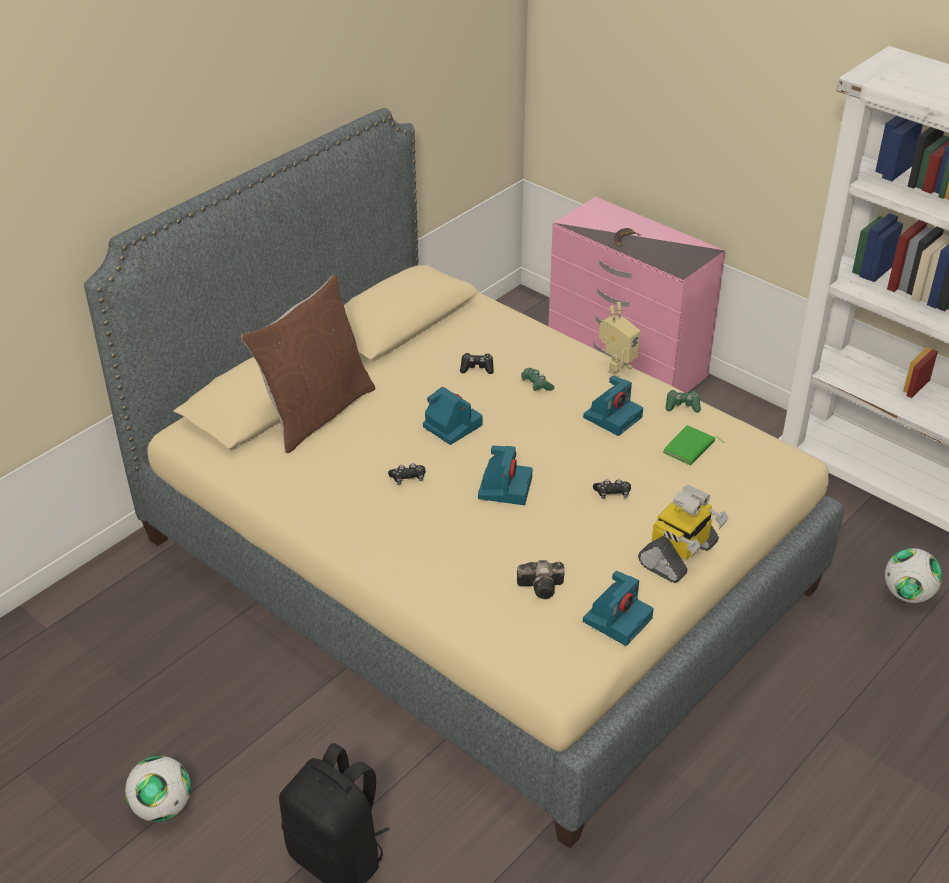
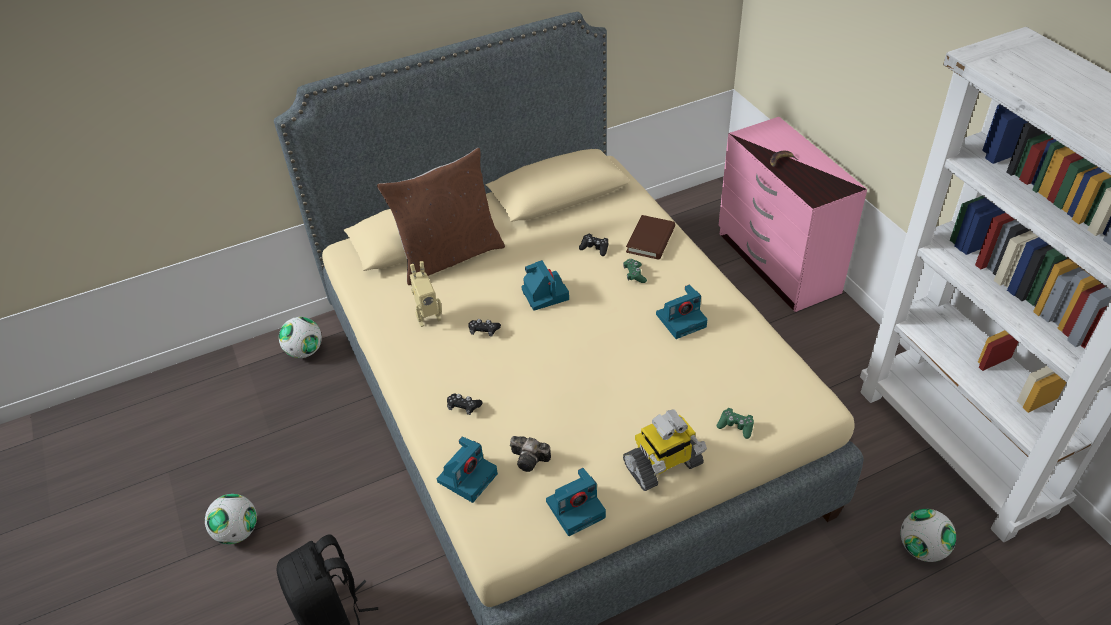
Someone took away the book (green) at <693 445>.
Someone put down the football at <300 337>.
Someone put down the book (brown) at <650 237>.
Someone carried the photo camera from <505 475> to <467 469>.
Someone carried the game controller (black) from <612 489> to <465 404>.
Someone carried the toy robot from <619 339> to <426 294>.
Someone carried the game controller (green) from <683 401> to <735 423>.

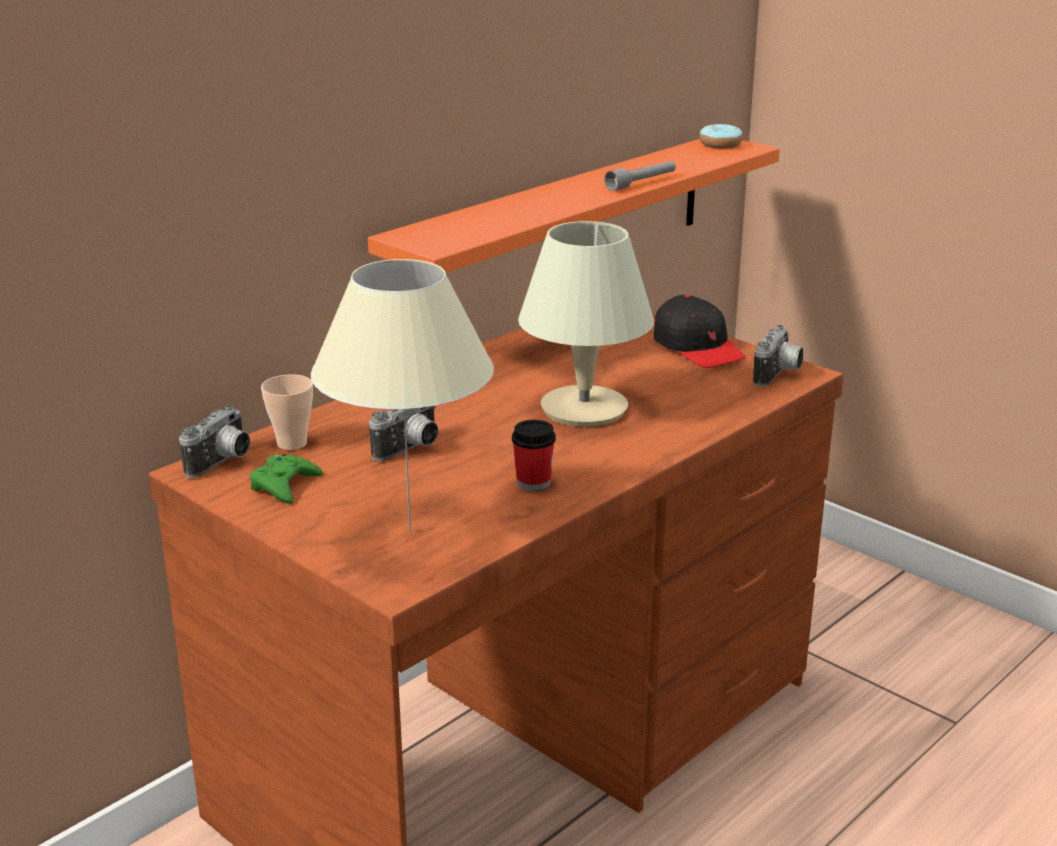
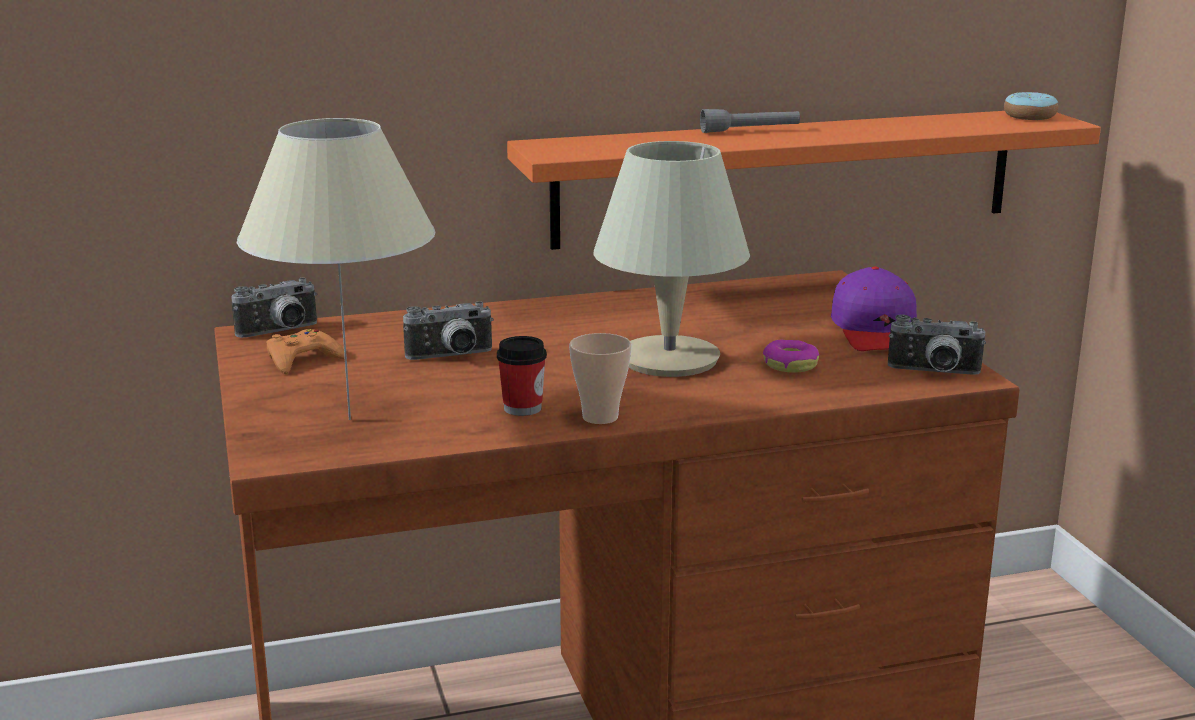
Someone put down the donut at <791 356>.
Someone carried the cup from <287 412> to <600 378>.
Someone carried the flashlight (grey) from <640 176> to <750 121>.
Someone repainted the game controller (green) at <286 478>, which became the game controller (orange) at <305 351>.
Someone repainted the cap (black) at <699 331>, which became the cap (purple) at <874 308>.
Someone rotated the photo camera at <778 356> by 45 degrees clockwise.

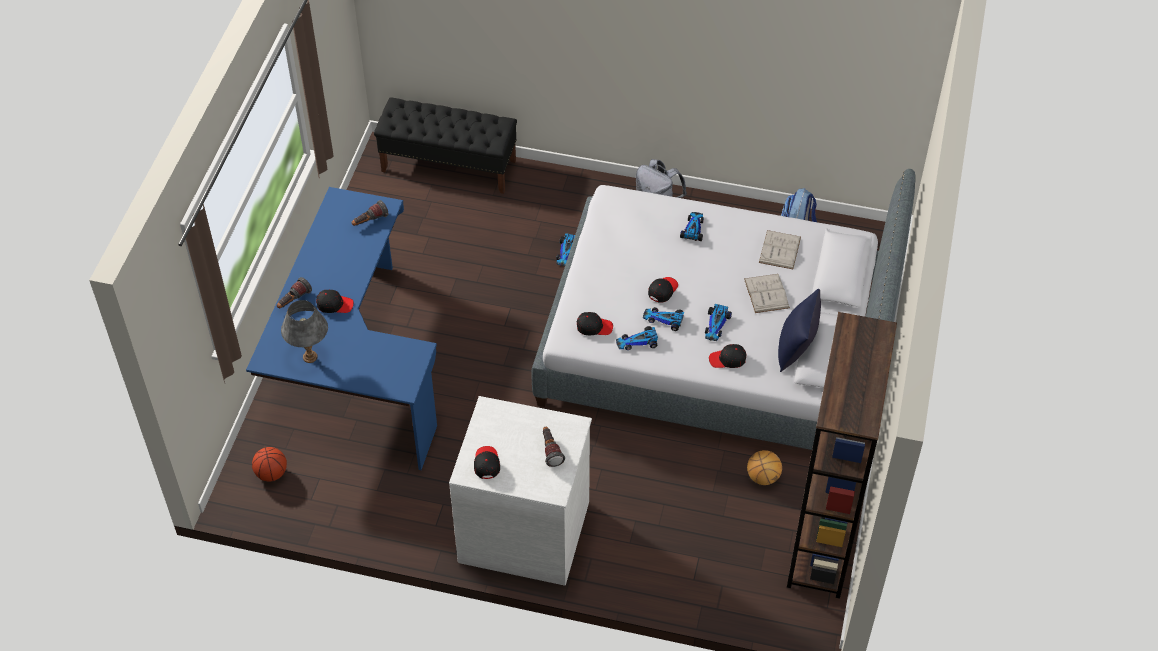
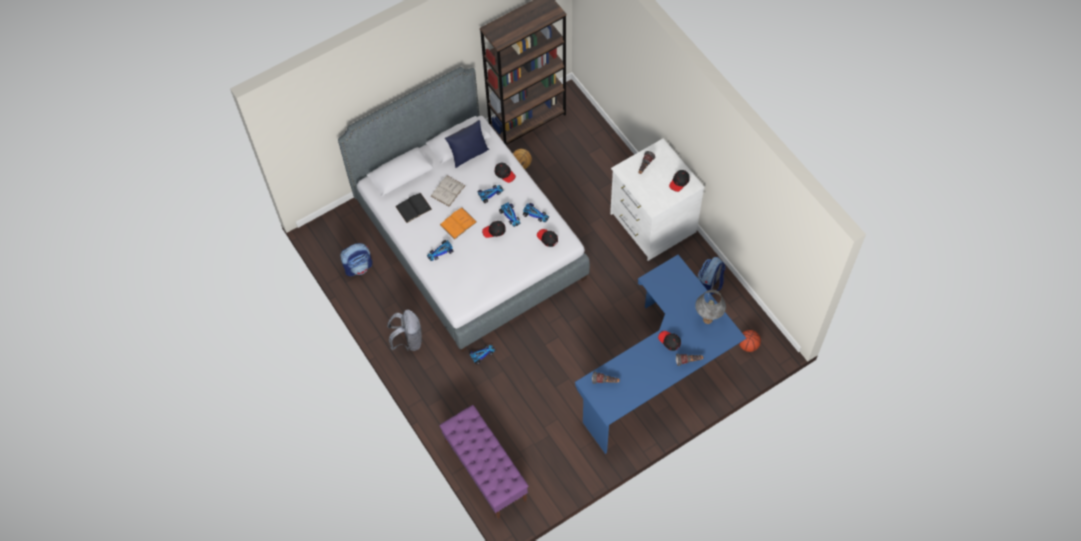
Someone put down the book (orange) at <458 223>.
Someone put down the backpack at <711 276>.
Someone repainted the bench (black) at <445 145>, which became the bench (purple) at <484 462>.
Someone repainted the book (white) at <780 249>, which became the book (black) at <413 208>.

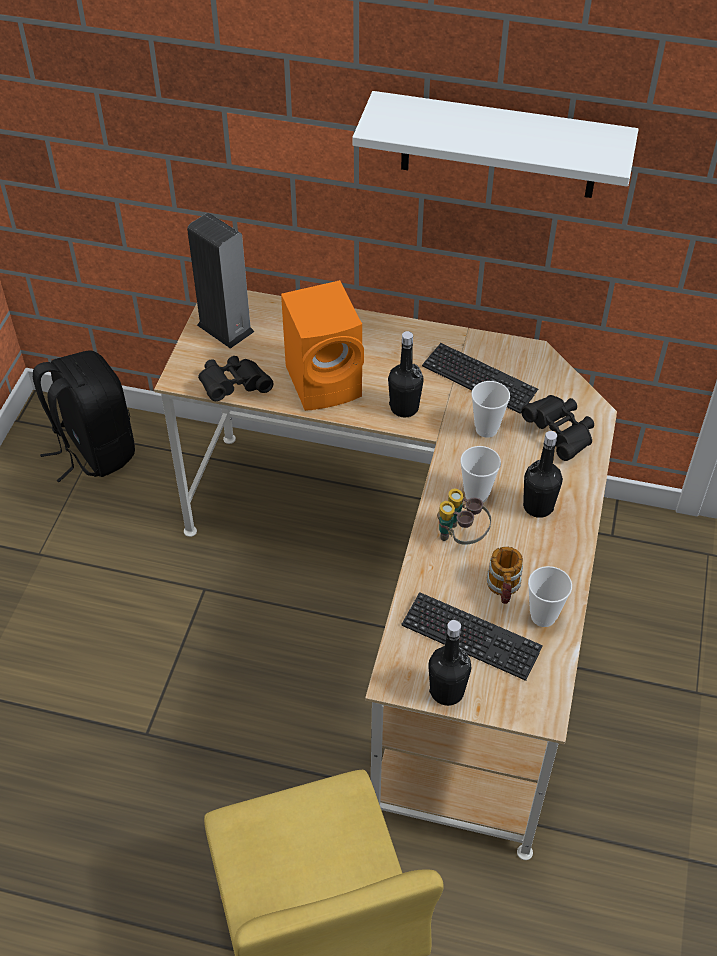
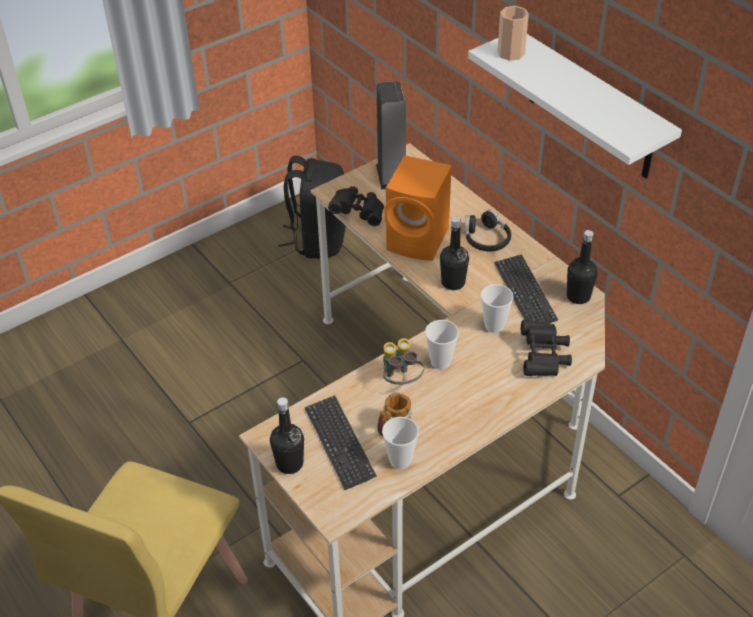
Someone put down the headphones (black) at <488 230>.
Someone put down the cup at <513 33>.
Someone carried the bottle (black) from <543 474> to <582 267>.

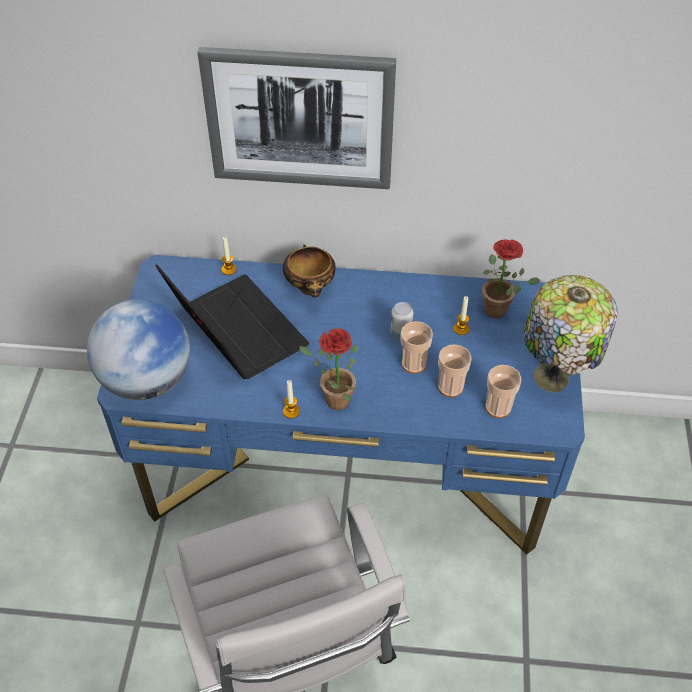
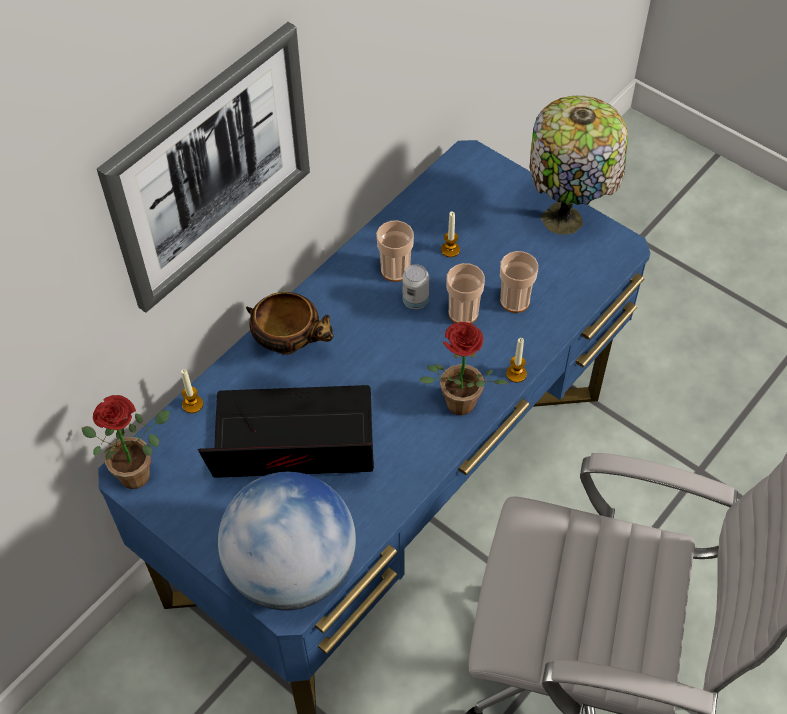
Someone carried the candle from <291 399> to <516 360>.
Someone carried the potted plant from <511 278> to <126 442>.
Someone carried the cup from <503 391> to <395 251>.

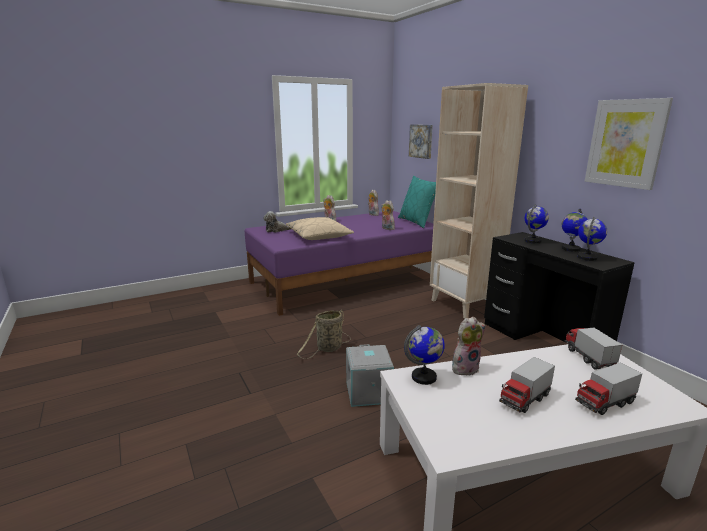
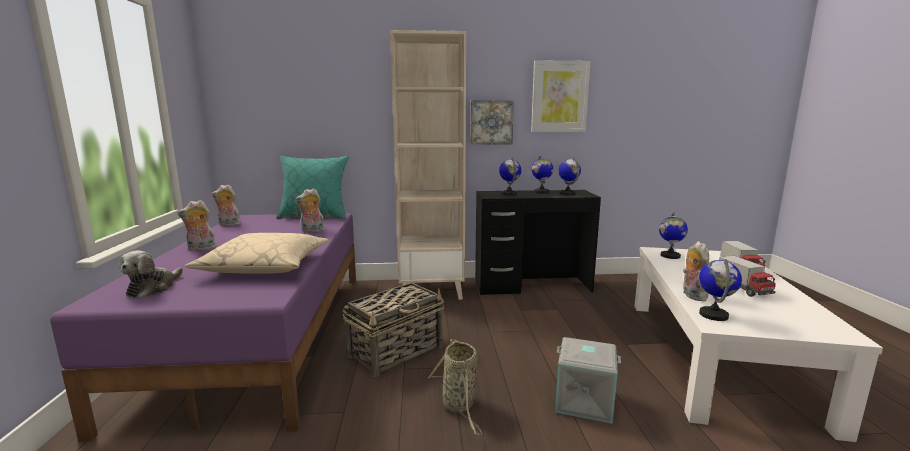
Someone put down the basket at <393 329>.
Someone carried the picture from <421 141> to <492 122>.
Someone swapped the toy truck at <593 348> for the globe at <673 235>.

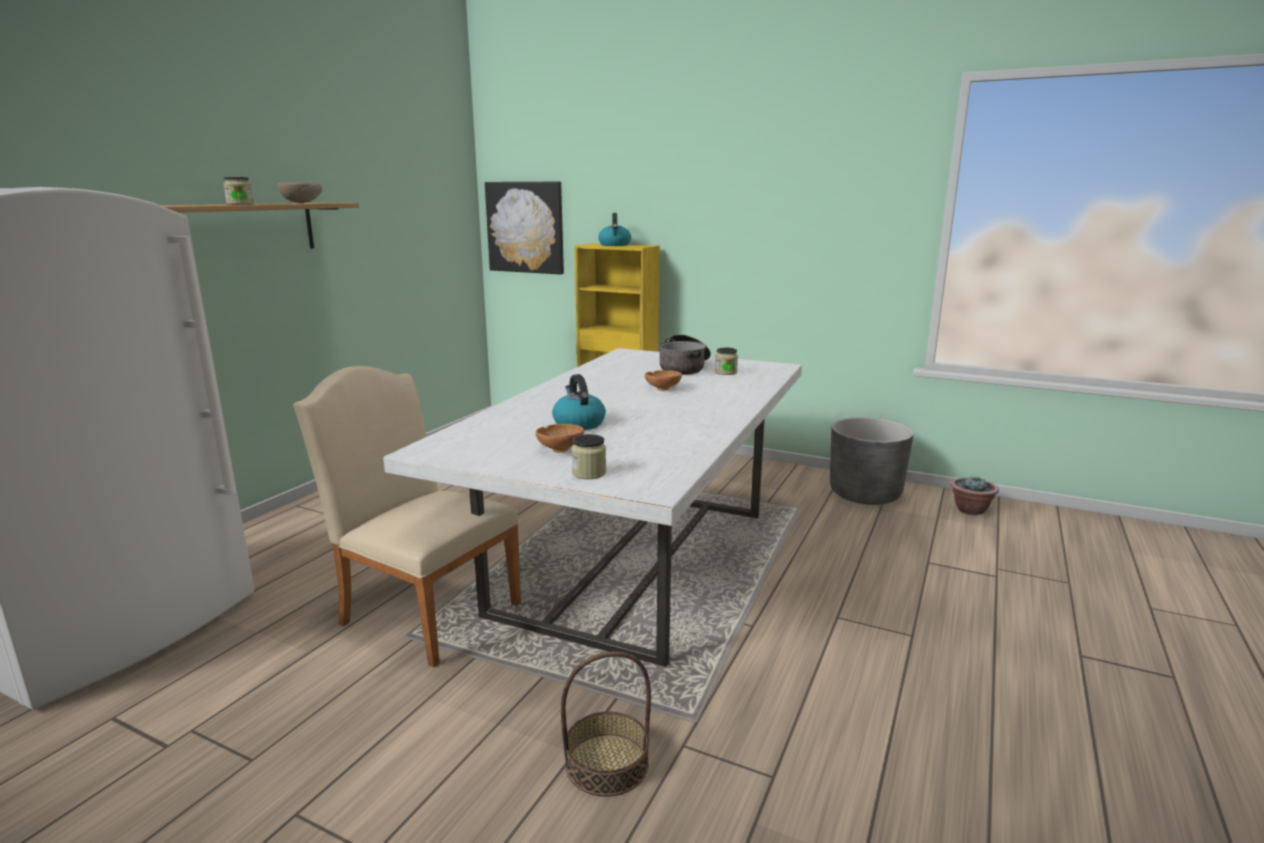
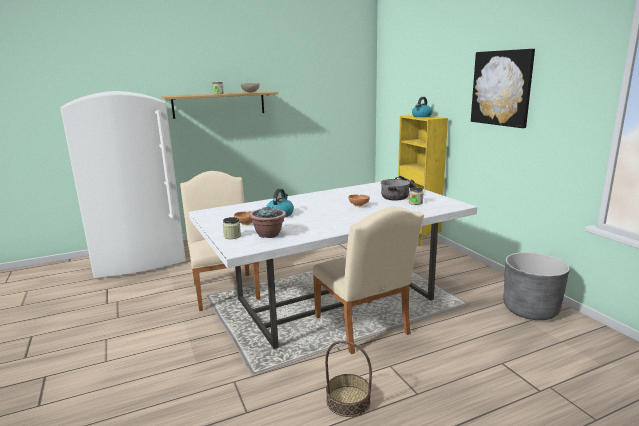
Someone put down the chair (beige) at <368 280>.
Someone carried the picture from <524 228> to <503 88>.
Someone carried the basket from <606 724> to <348 379>.
Someone carried the potted plant from <974 495> to <267 222>.

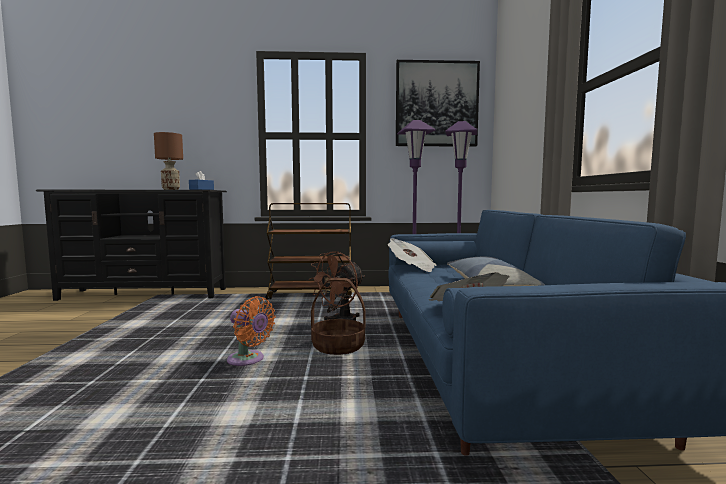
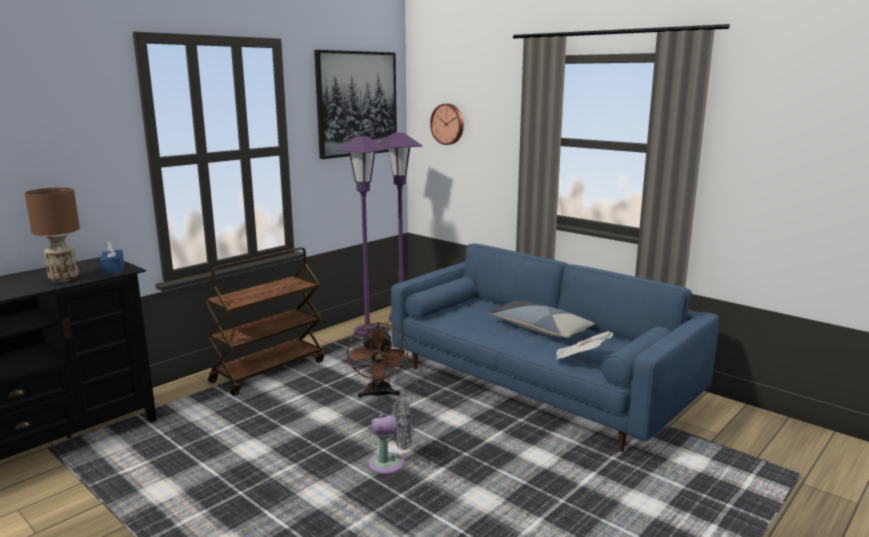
Someone took away the basket at <338 316>.
Someone took away the newspaper at <412 255>.
Someone put up the wall clock at <447 124>.
Someone repainted the fan (orange) at <251 331>, which became the fan (grey) at <390 436>.

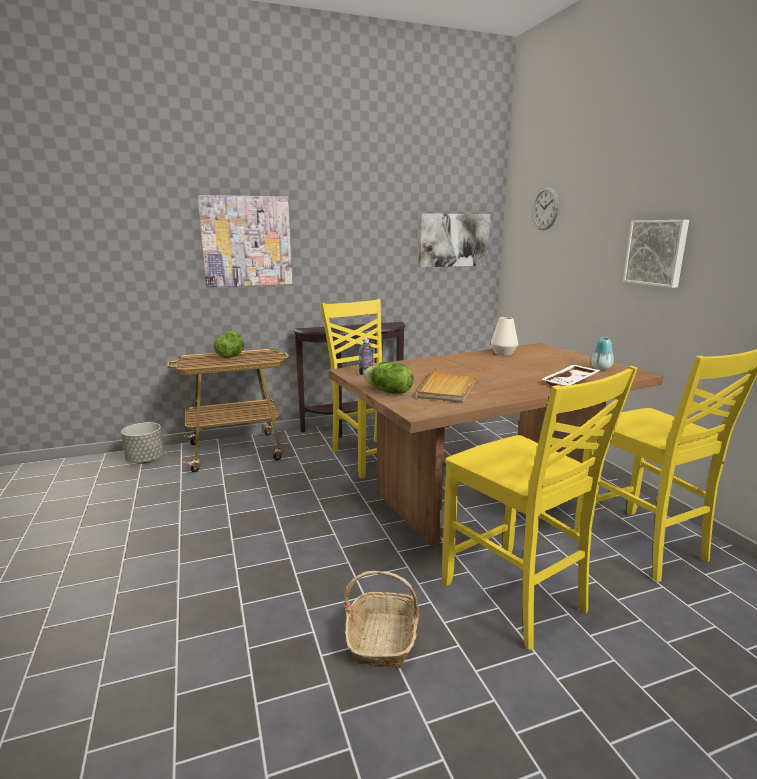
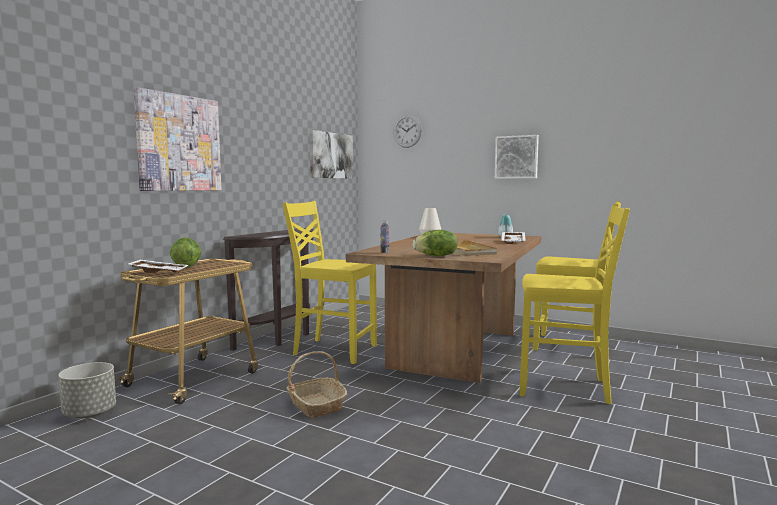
Someone put down the tray (white) at <158 266>.
Someone carried the basket from <381 619> to <317 384>.

